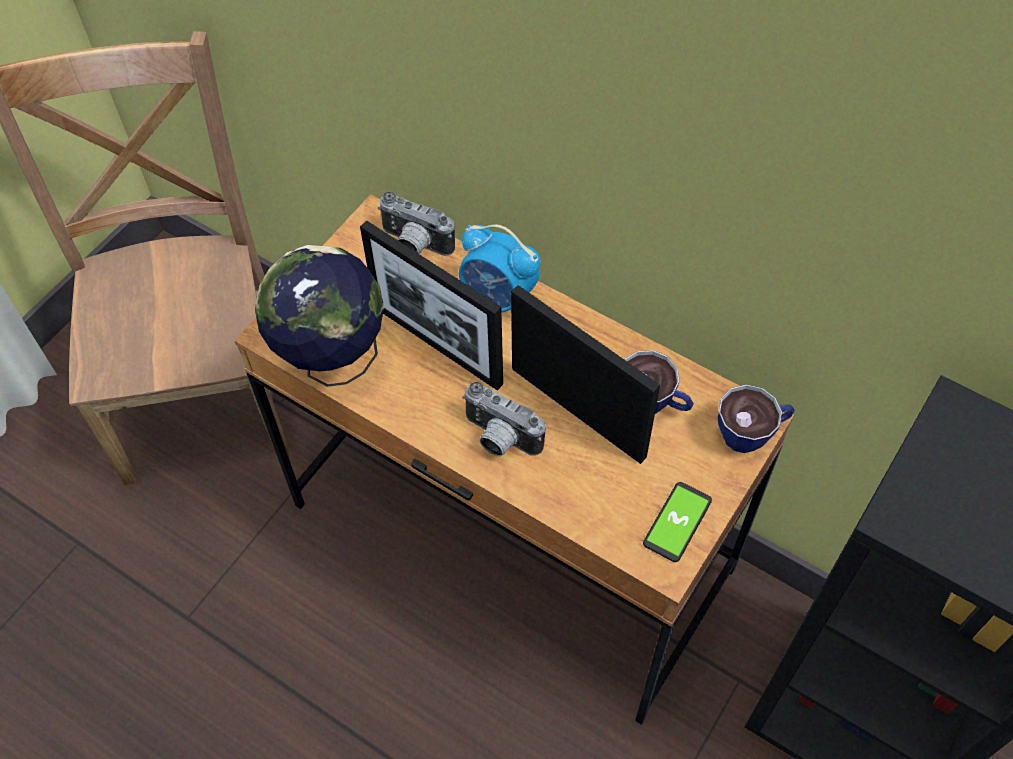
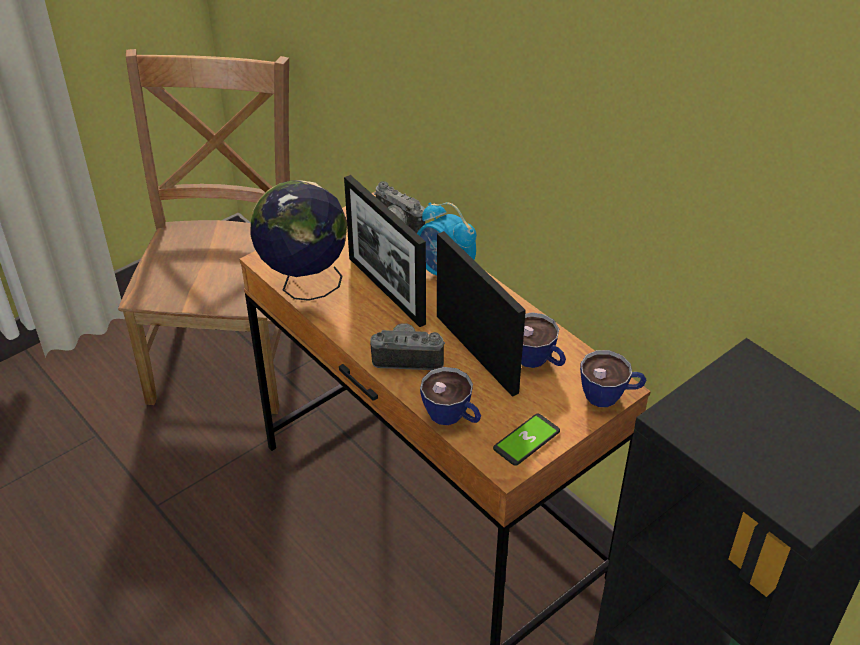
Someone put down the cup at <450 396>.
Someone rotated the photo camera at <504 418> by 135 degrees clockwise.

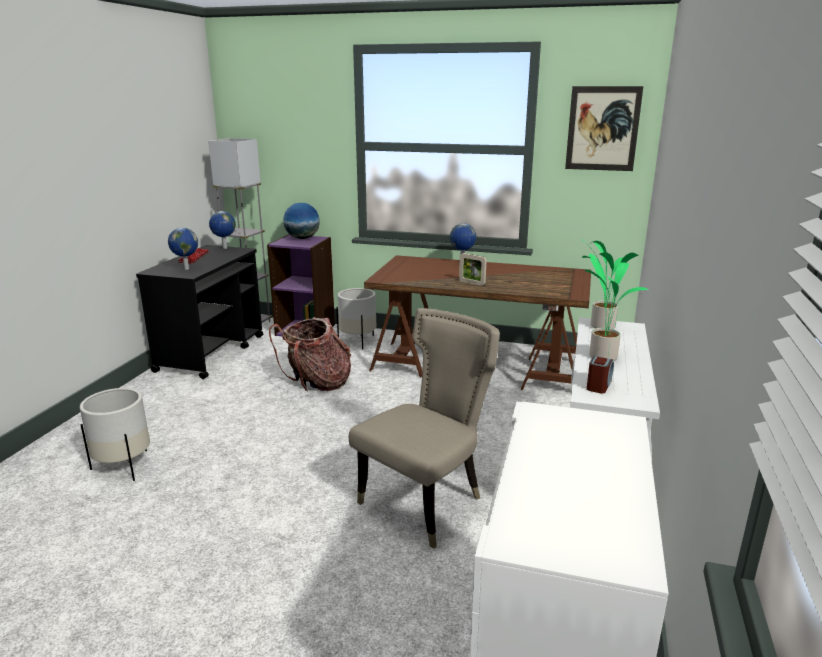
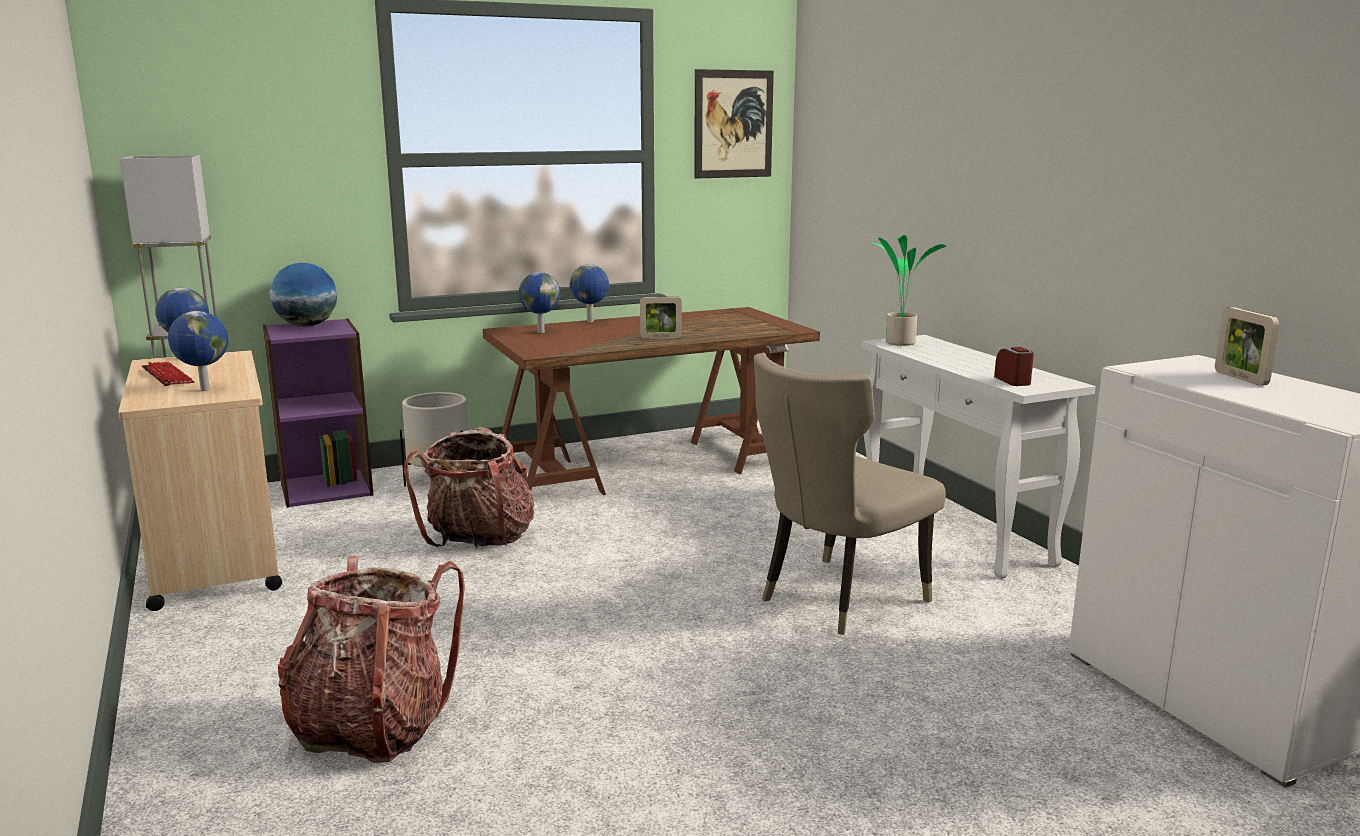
Someone took away the potted plant at <615 307>.
Someone put down the globe at <540 302>.
Someone put down the picture frame at <1247 346>.
Someone swapped the planter (white) at <115 434> for the backpack at <371 659>.
Someone repainted the cart (black) at <199 312>, which became the cart (beige) at <200 480>.
Someone rotated the chair (beige) at <424 428> by 135 degrees counterclockwise.

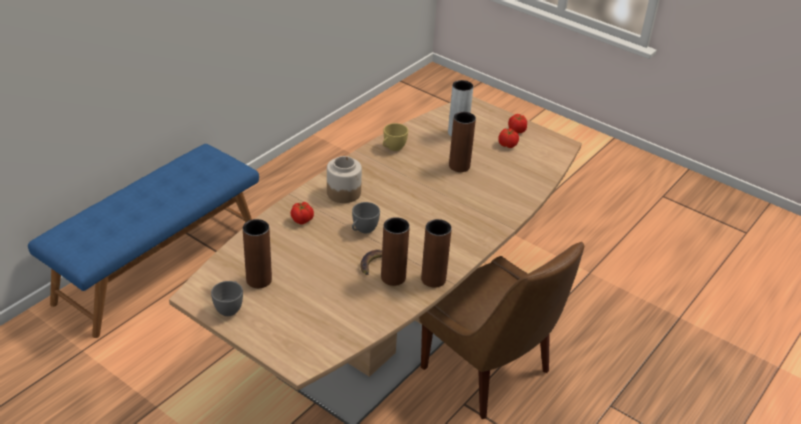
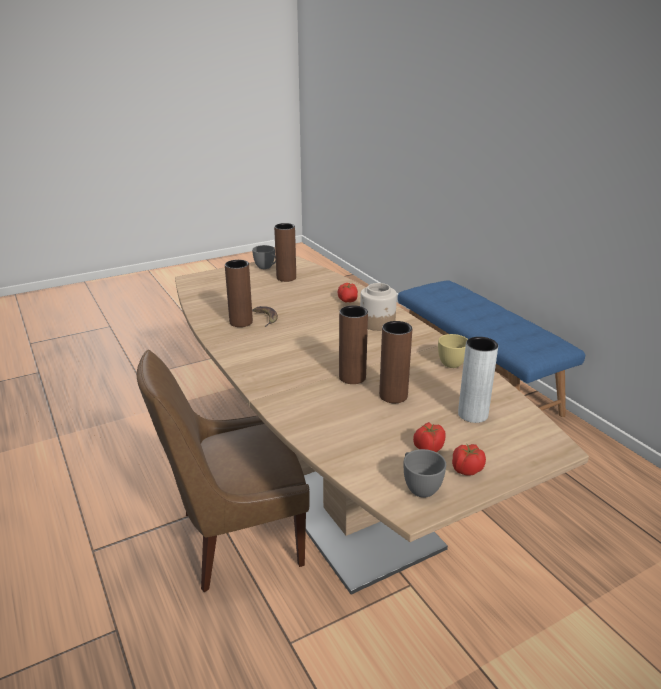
Someone carried the cup (grey) from <366 217> to <425 473>.
Someone carried the vase (brown) from <436 253> to <353 344>.

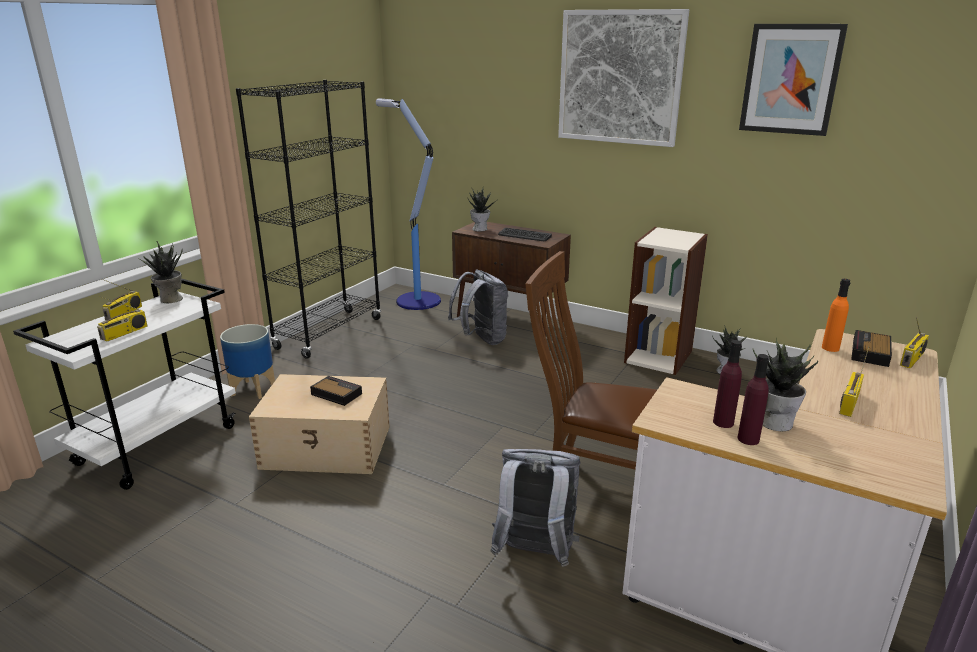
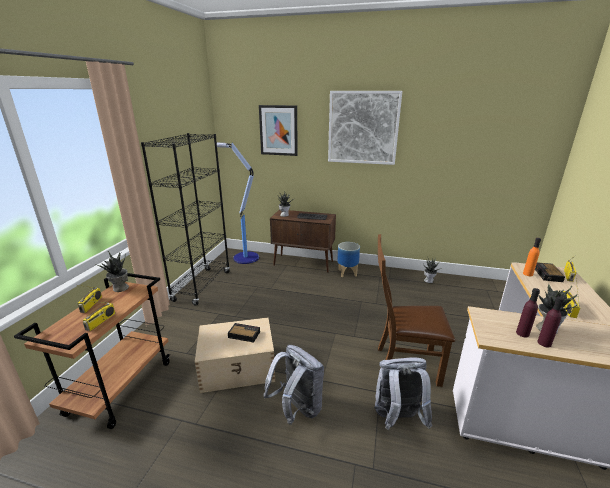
Someone took away the bookcase at <666 301>.
Someone carried the planter from <247 361> to <348 259>.
Someone carried the backpack (grey) from <478 307> to <293 385>.
Someone carried the picture from <793 80> to <278 130>.
Someone repainted the cart (white) at <124 384>, which became the cart (brown) at <92 351>.

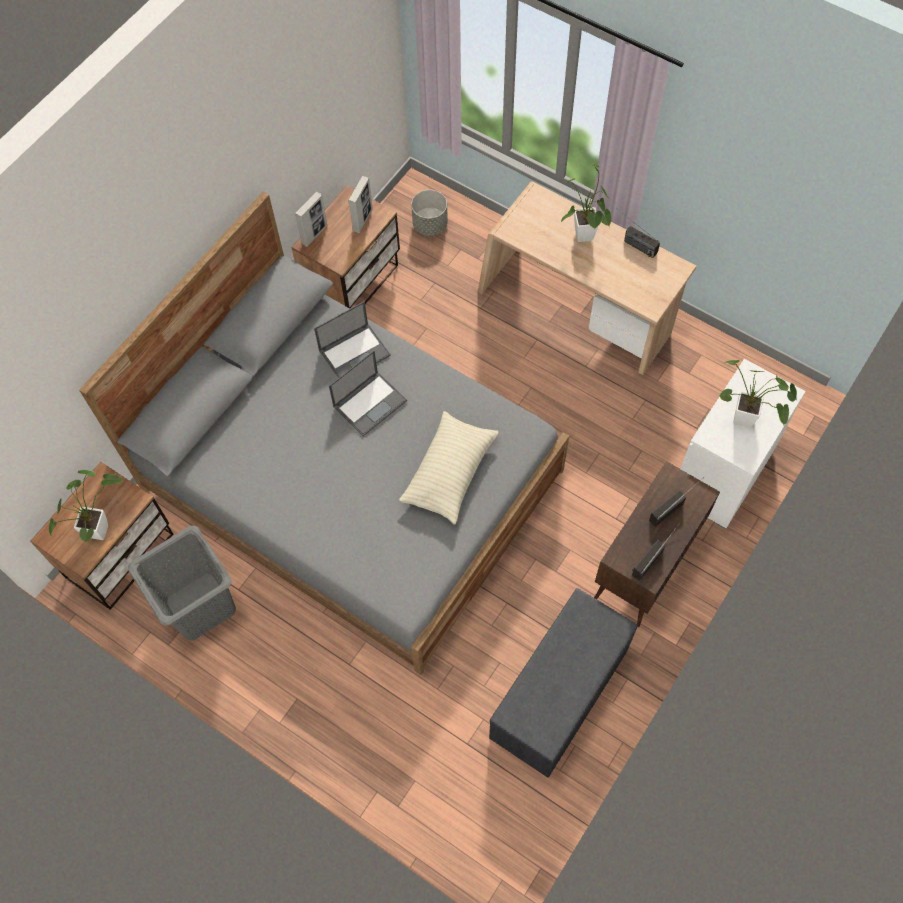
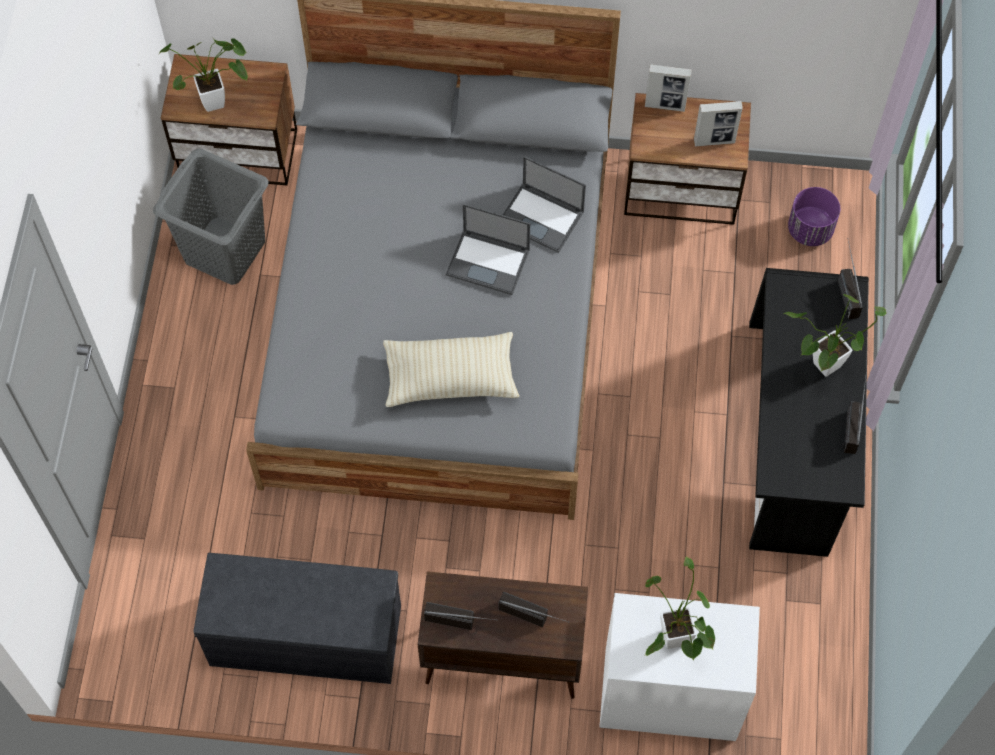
Someone put down the radio at <850 278>.
Someone repainted the planter (grey) at <429 213>, which became the planter (purple) at <814 216>.
Someone repainted the desk (beige) at <587 278>, which became the desk (black) at <809 412>.

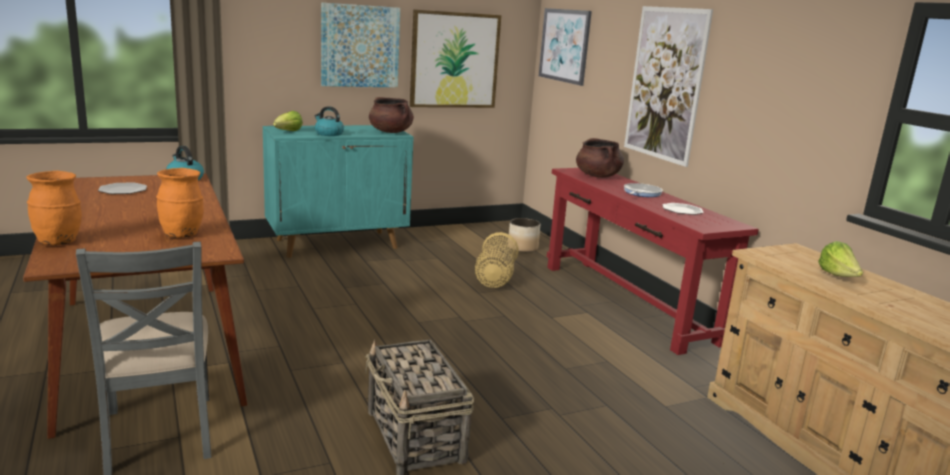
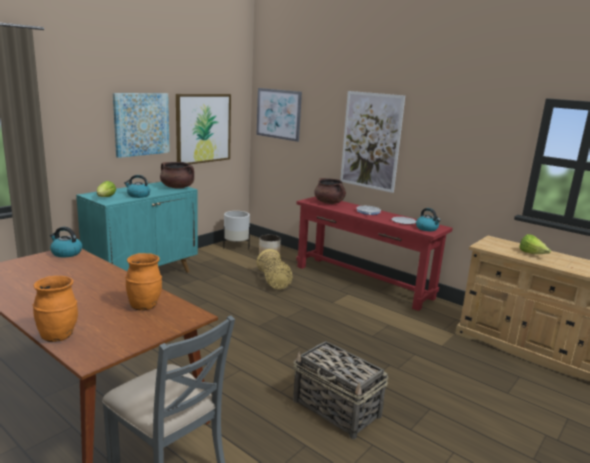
Someone took away the plate at <122 188>.
Someone put down the planter (white) at <236 230>.
Someone put down the kettle at <428 219>.

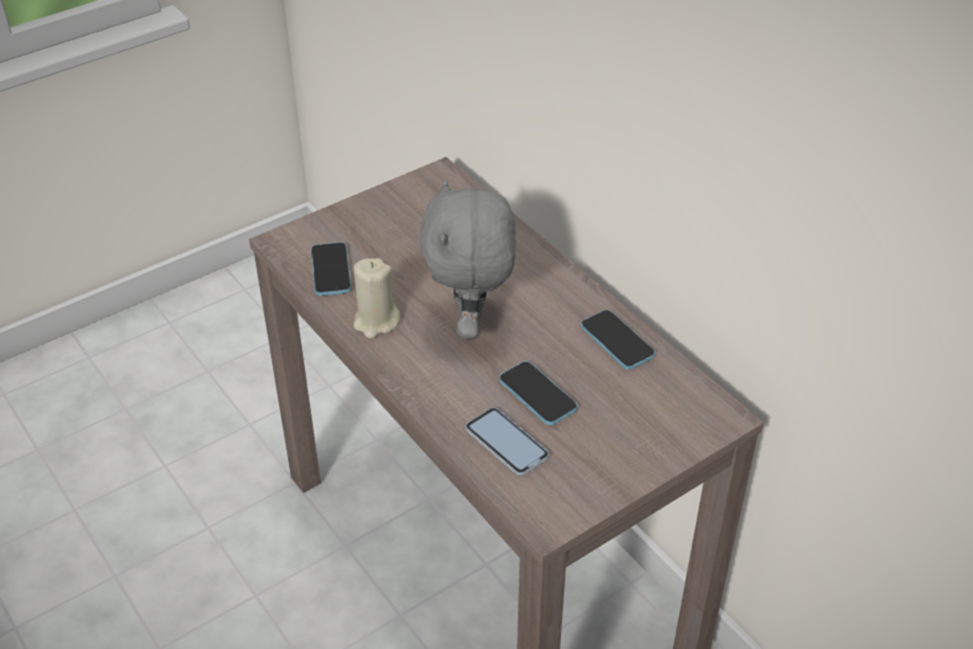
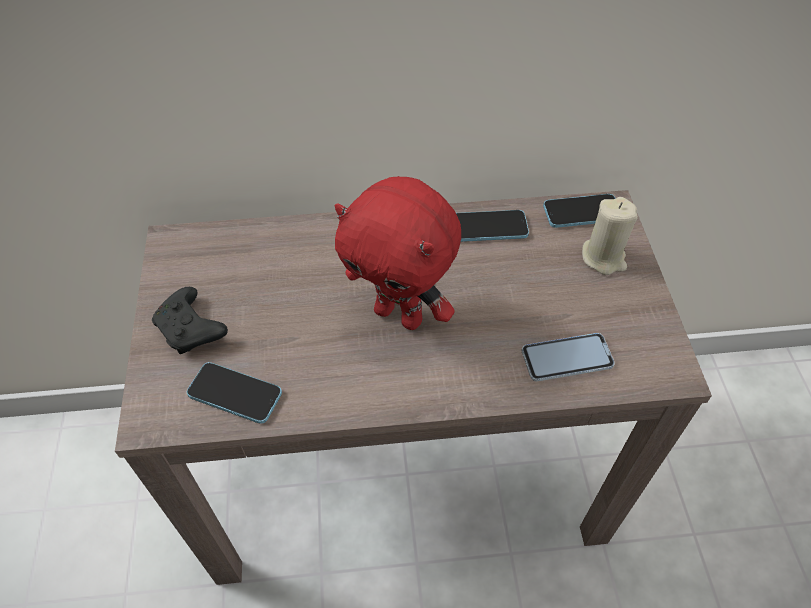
Someone put down the game controller (black) at <190 320>.
Someone carried the candle (beige) from <377 298> to <610 236>.
Someone carried the phone from <538 393> to <579 211>.
Someone repainted the plush toy (grey) at <468 259>, which became the plush toy (red) at <398 253>.

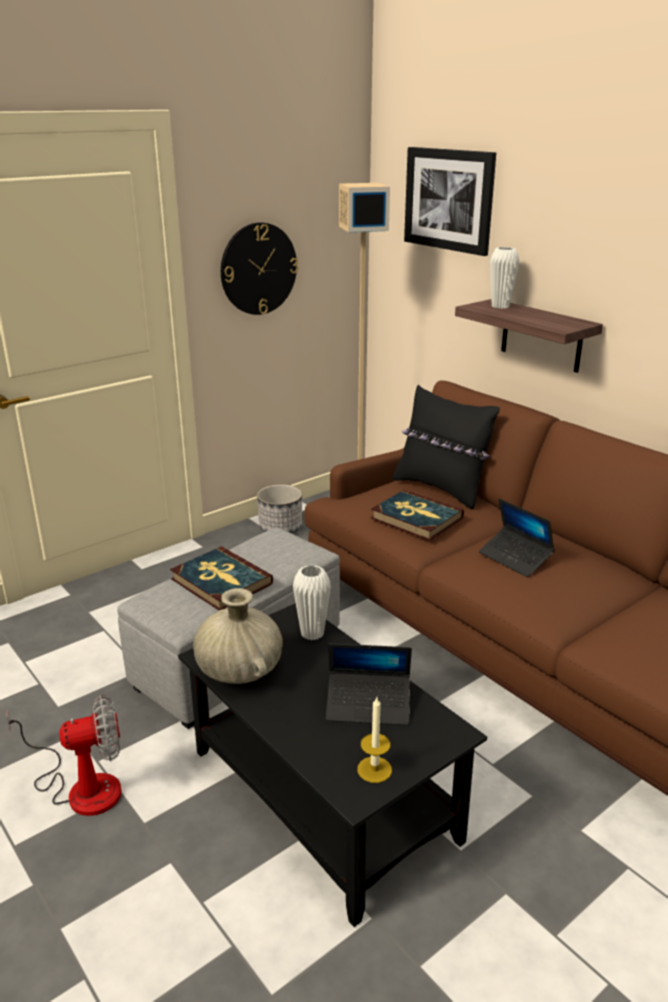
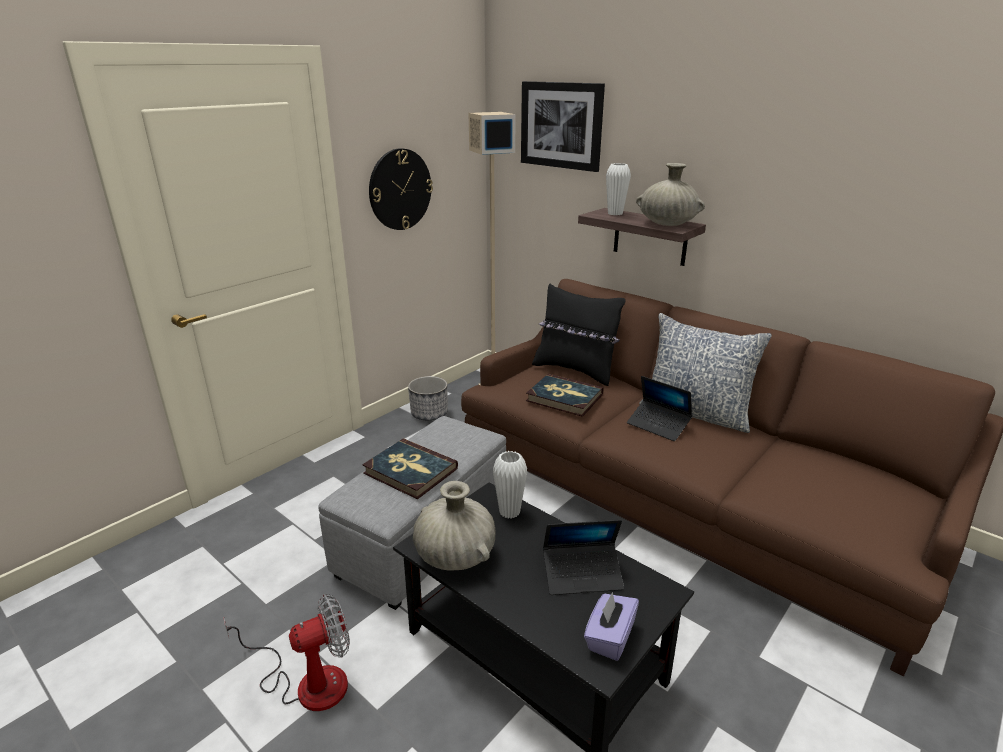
Someone put down the vase (beige) at <670 194>.
Someone put down the pillow at <705 373>.
Someone swapped the candle at <375 740> for the tissue box (purple) at <611 626>.

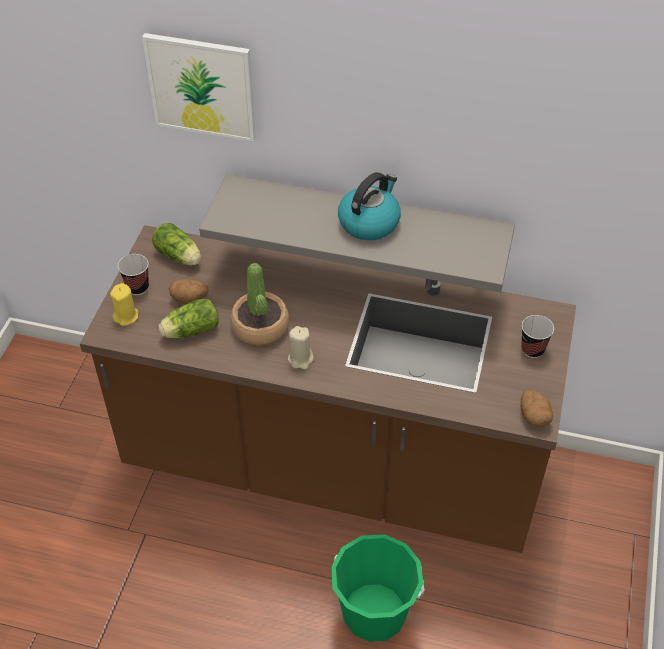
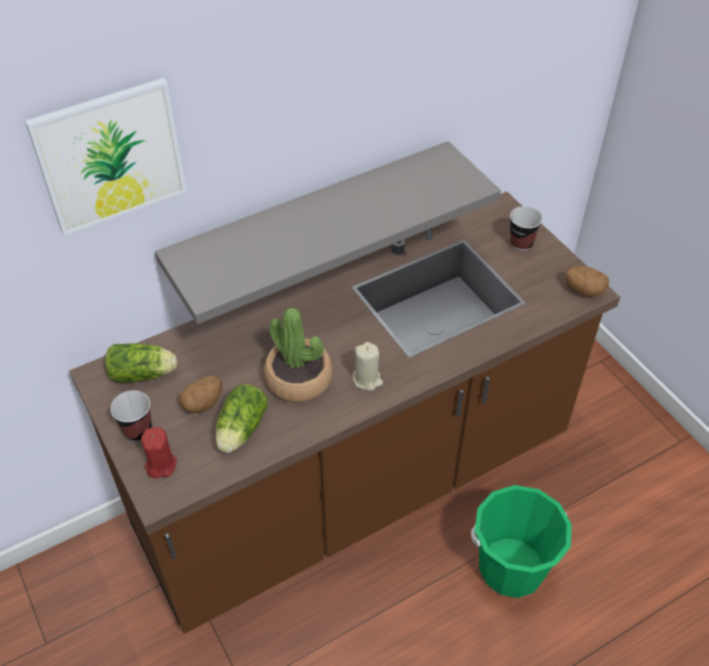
Someone took away the kettle at <369 206>.
Someone repainted the candle (yellow) at <124 304>, which became the candle (red) at <159 452>.

